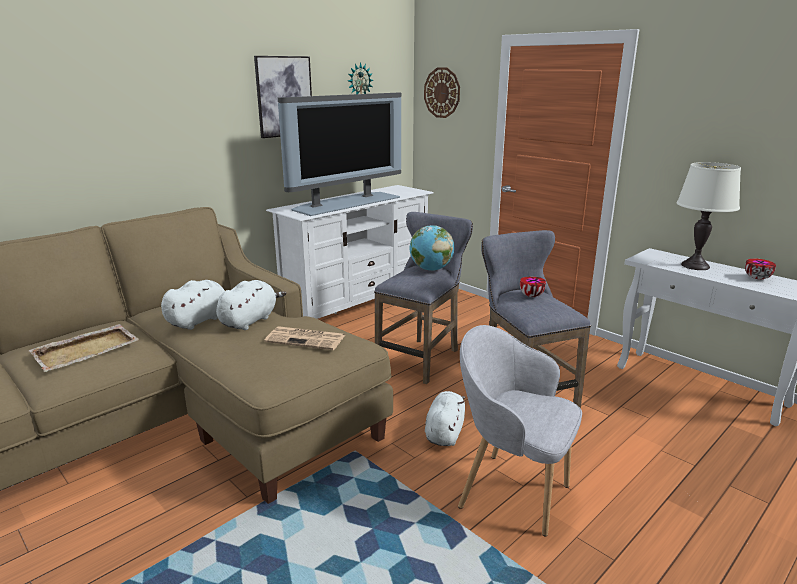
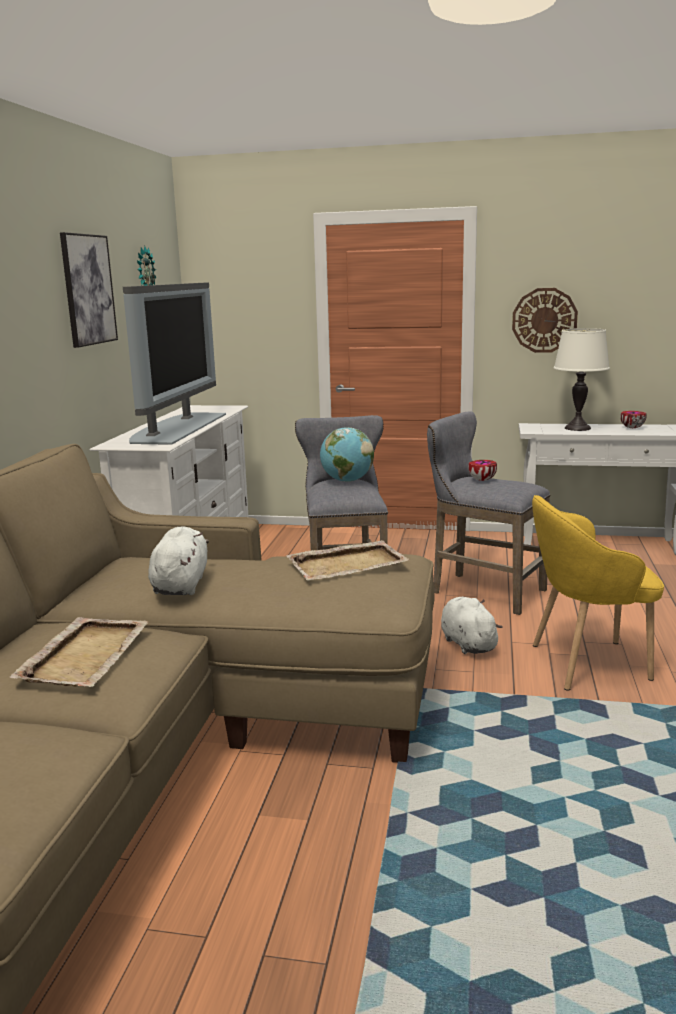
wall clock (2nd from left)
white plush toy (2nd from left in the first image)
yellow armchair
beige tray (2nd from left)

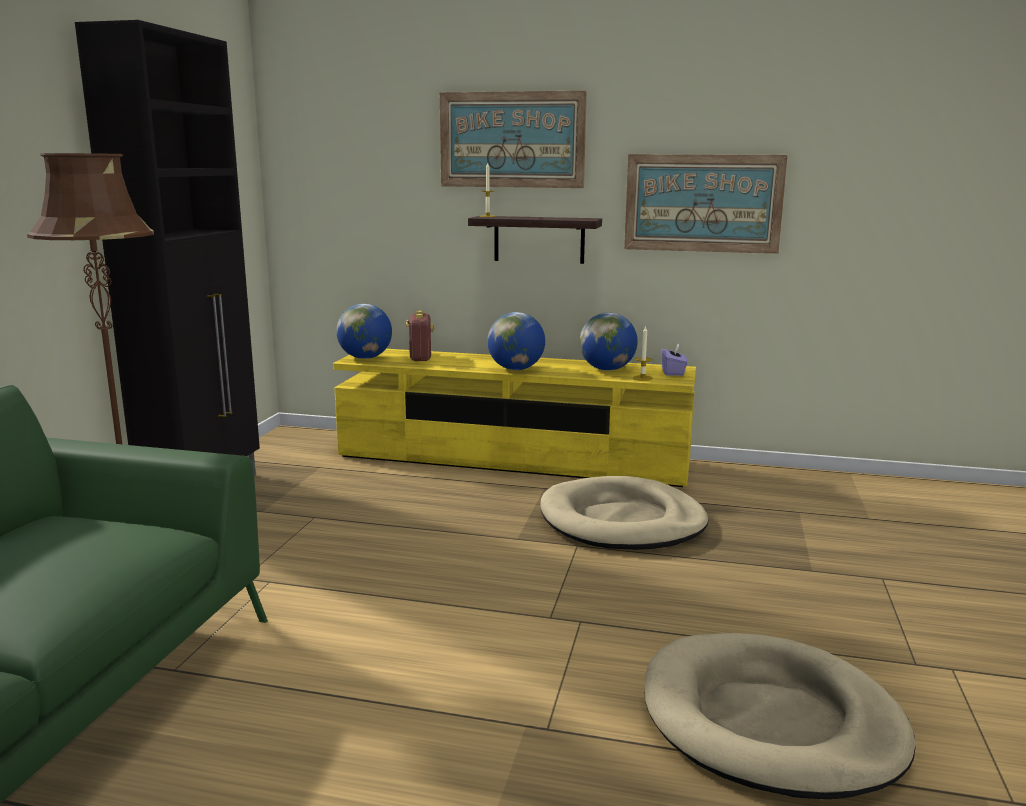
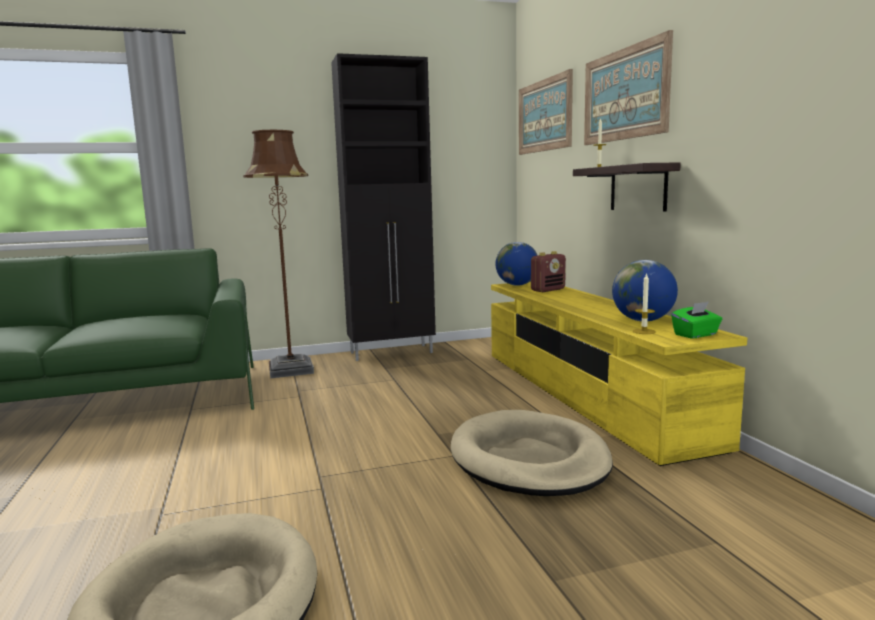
picture (1st from left)
globe (2nd from left in the first image)
green tissue box

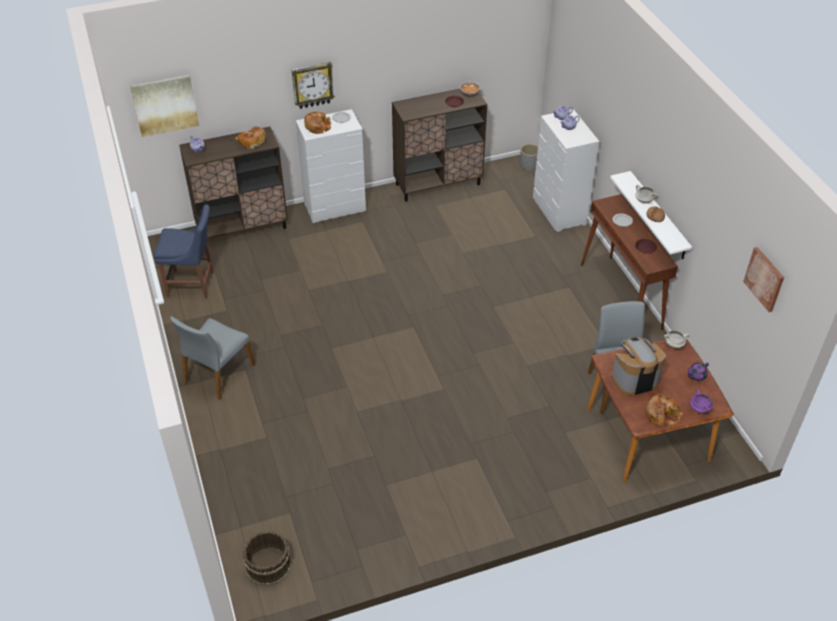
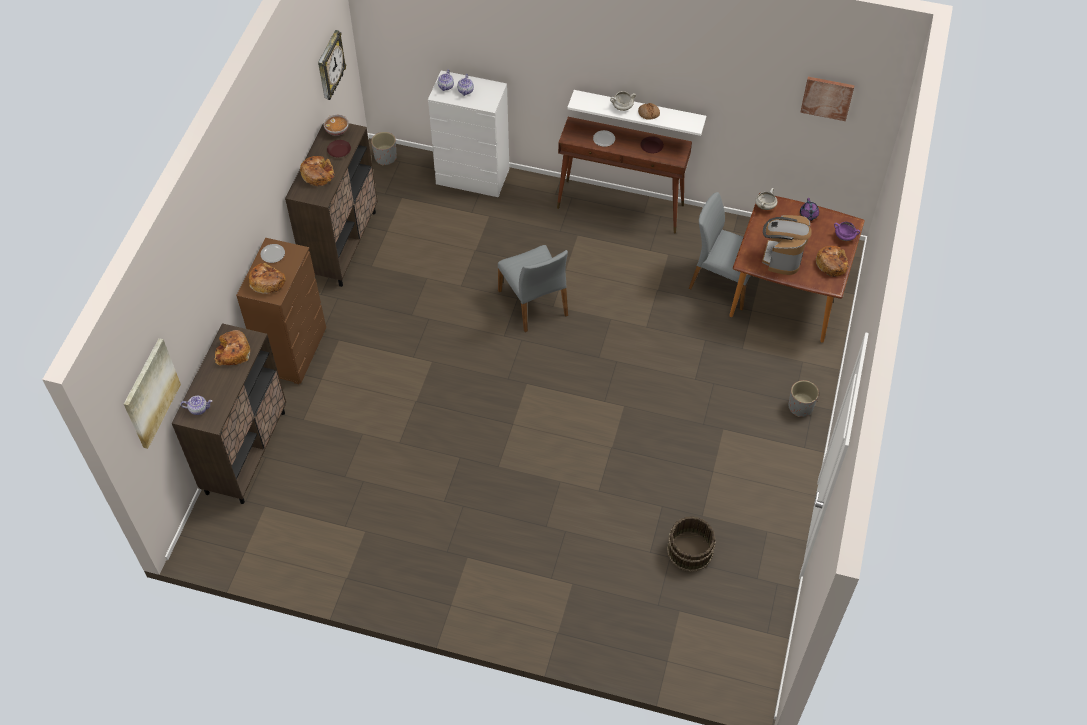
wall clock
brown dresser
blue chair
grey chair (1st from left)
brown bucket
bread (3rd from left)
grey planter (2nd from left)

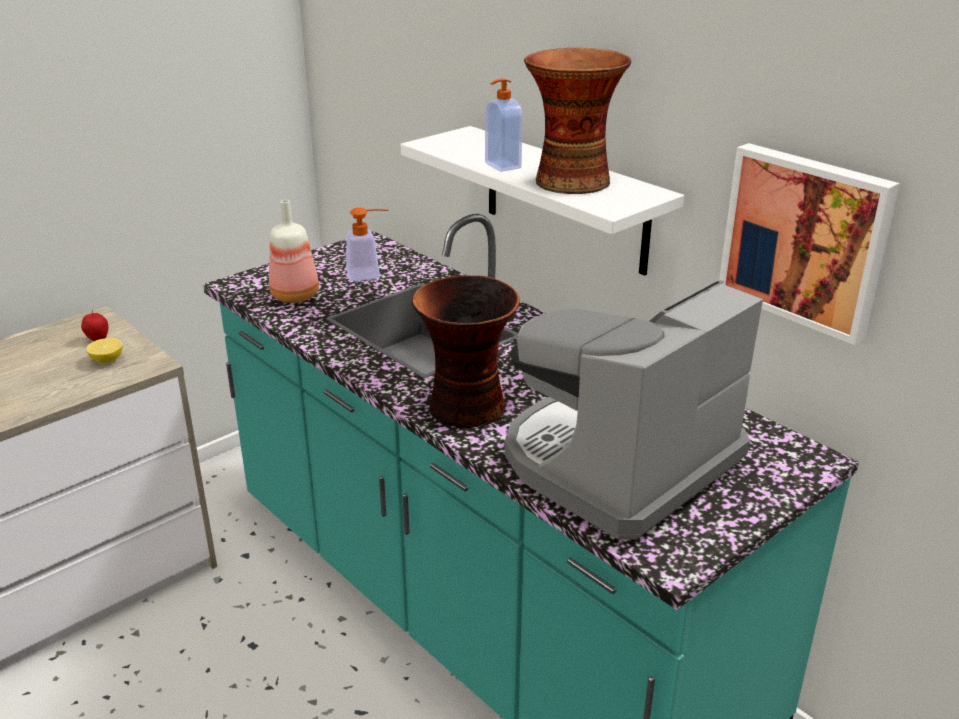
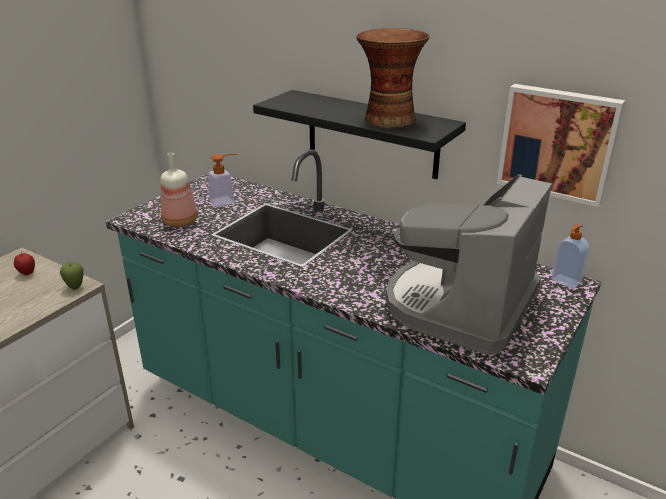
soap dispenser (2nd from left)
black shelf
vase (1st from left in the first image)
lemon
apple (2nd from left)

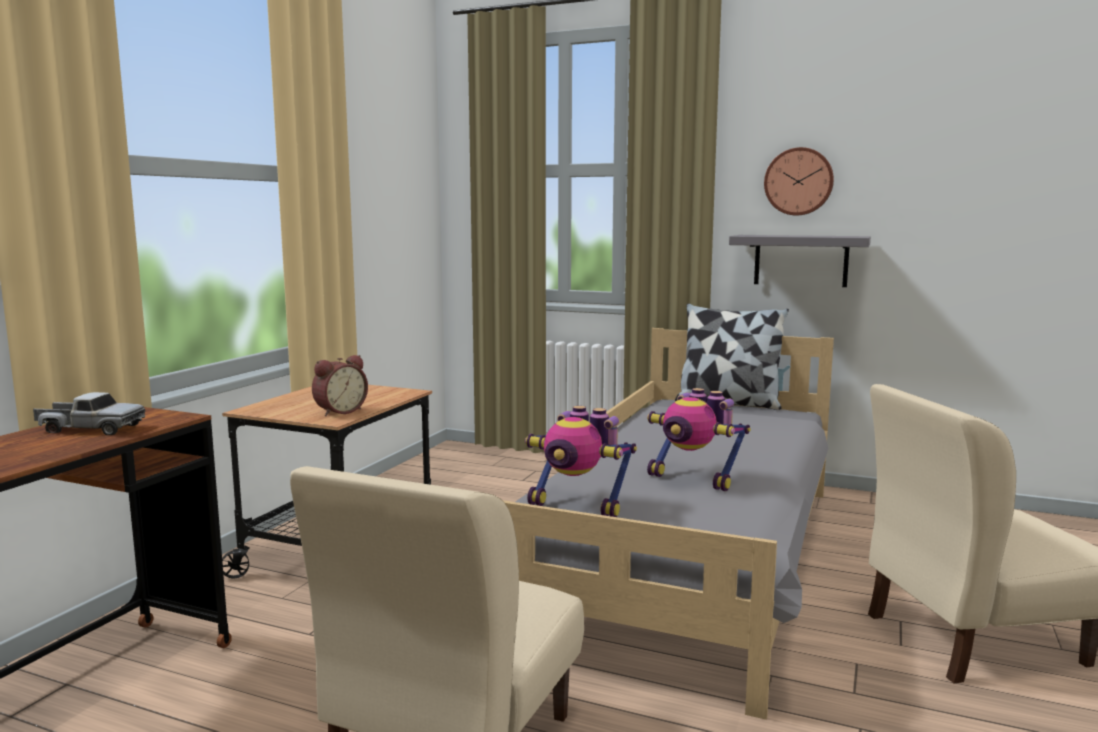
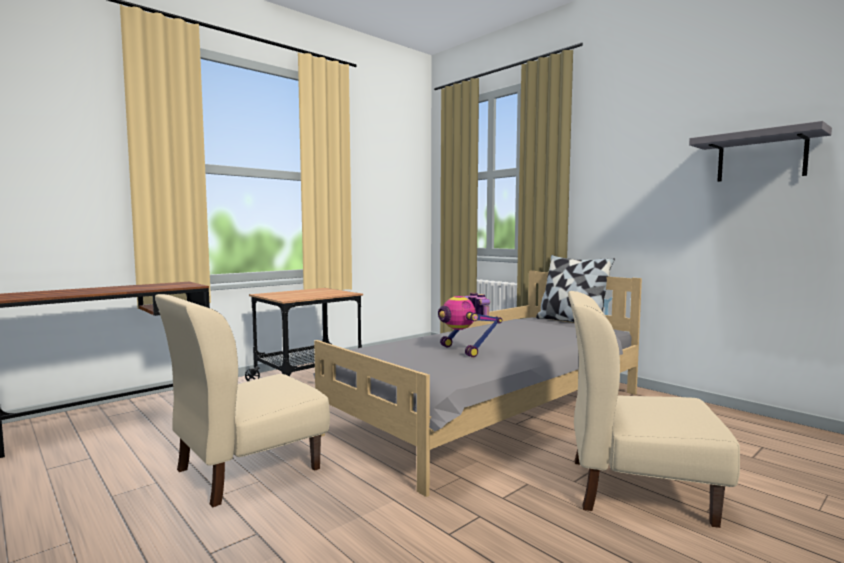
wall clock
grey shelf
alarm clock
toy truck
toy robot (1st from left in the first image)

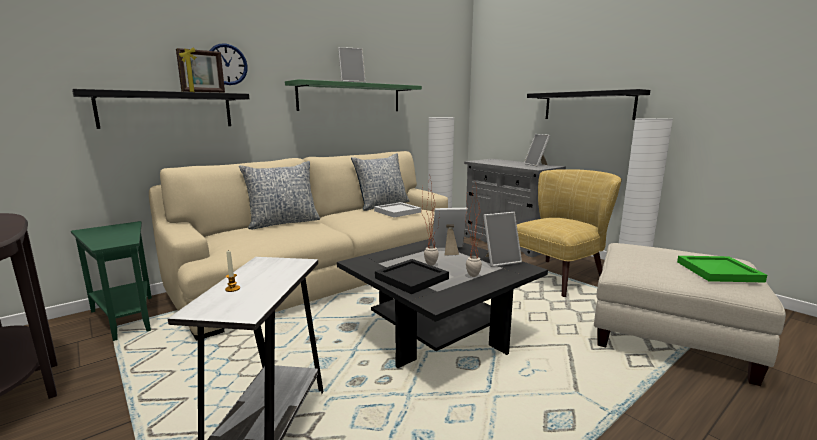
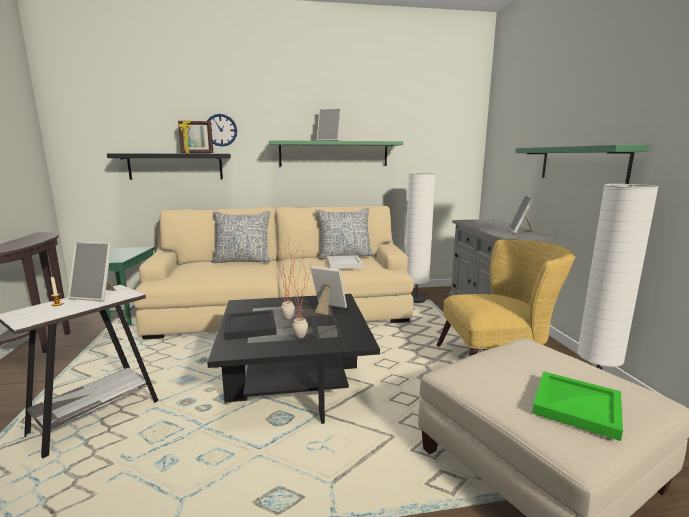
green shelf (2nd from left)
picture frame (1st from left)

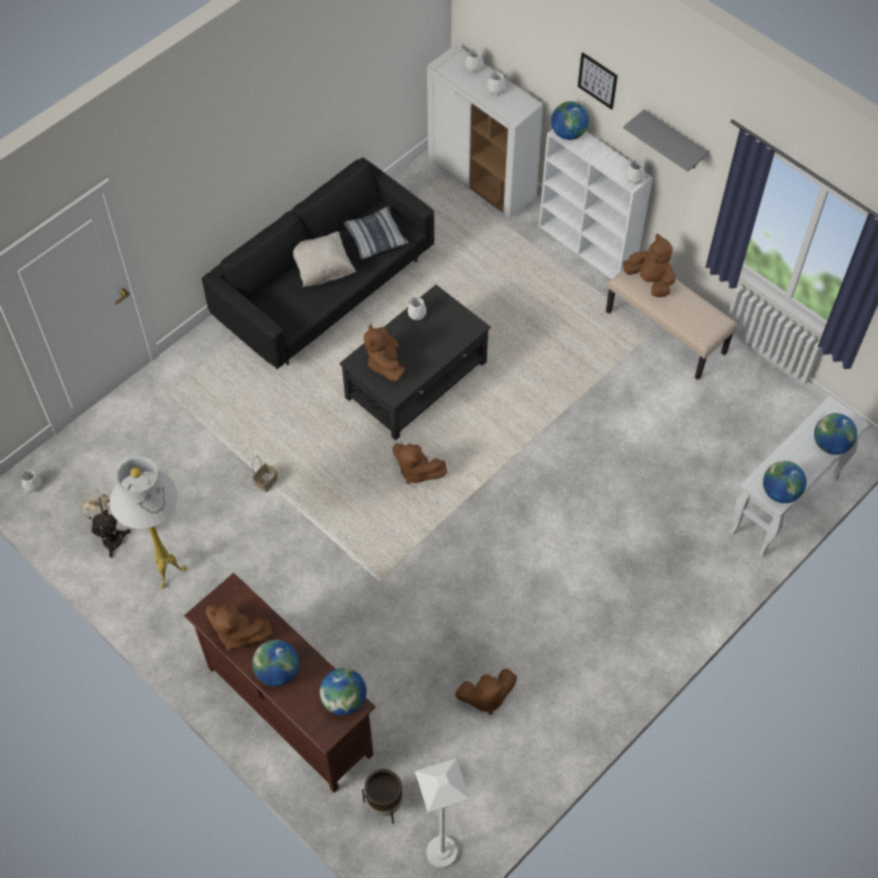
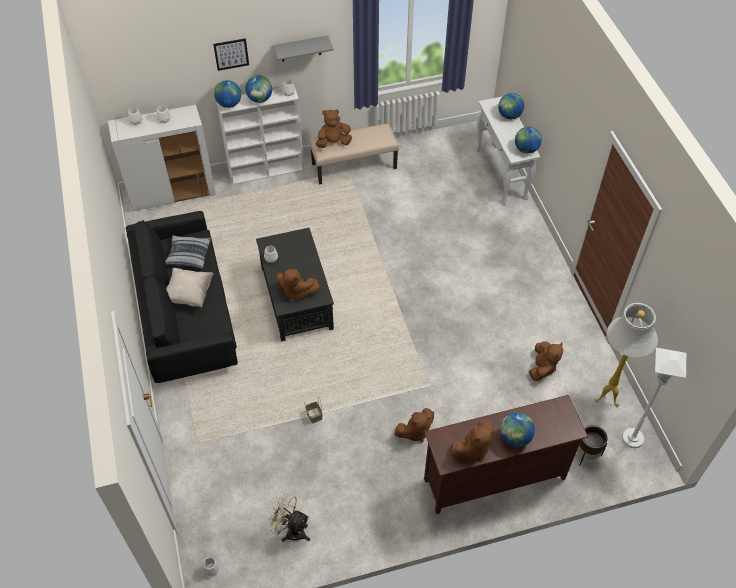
brown plush toy (3rd from left)
white floor lamp (1st from left)
globe (2nd from left)

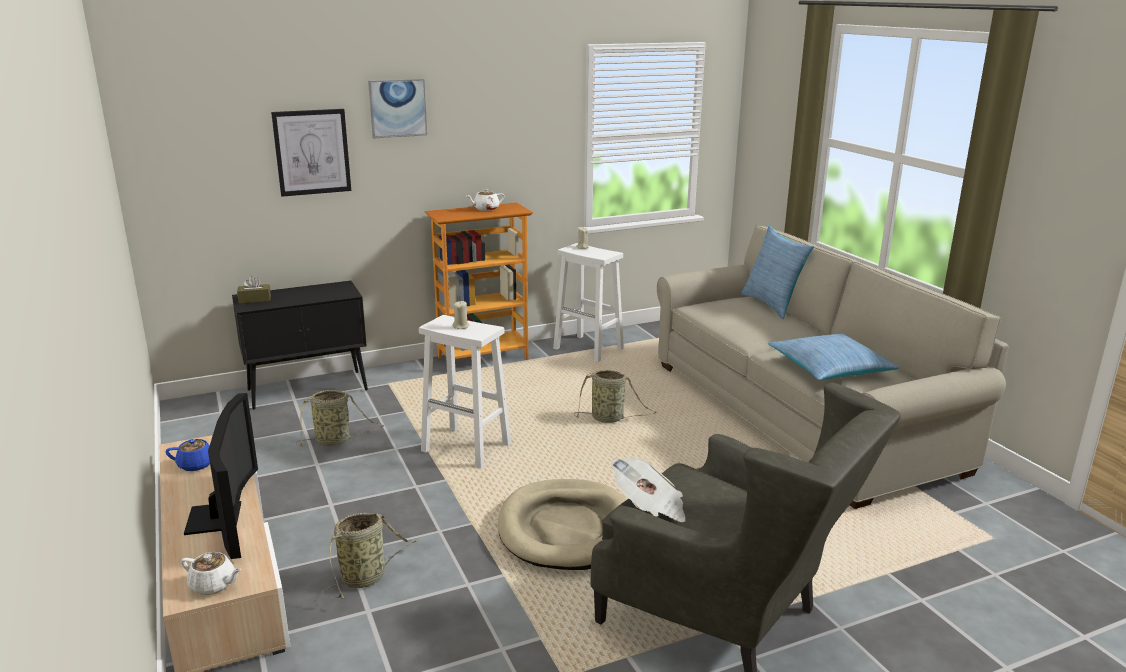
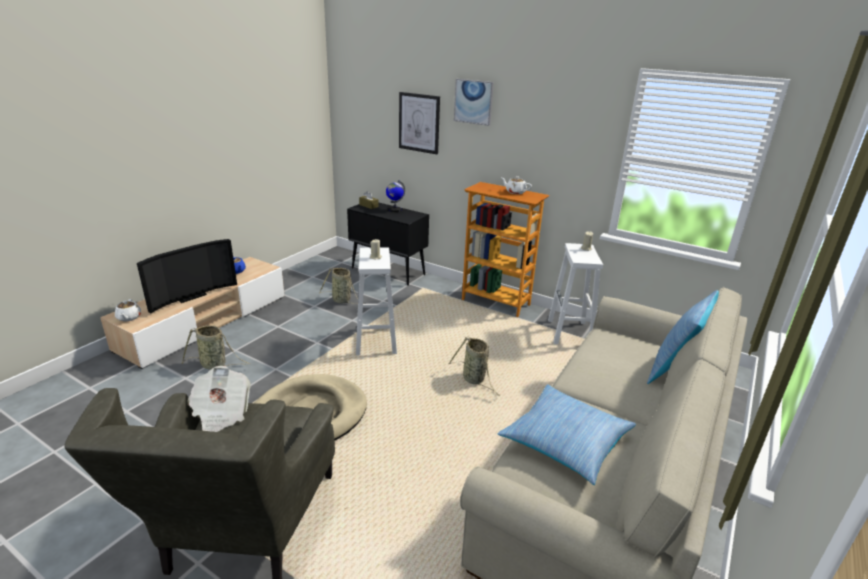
globe

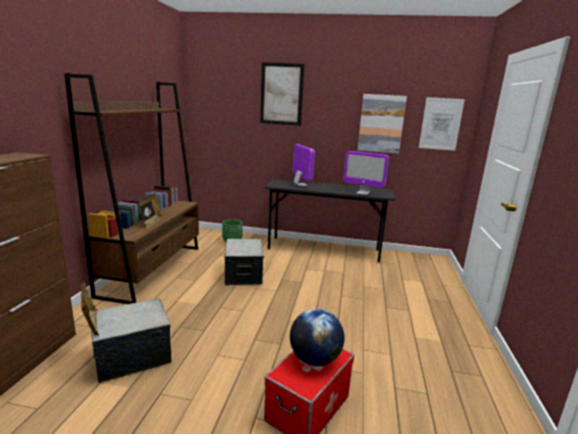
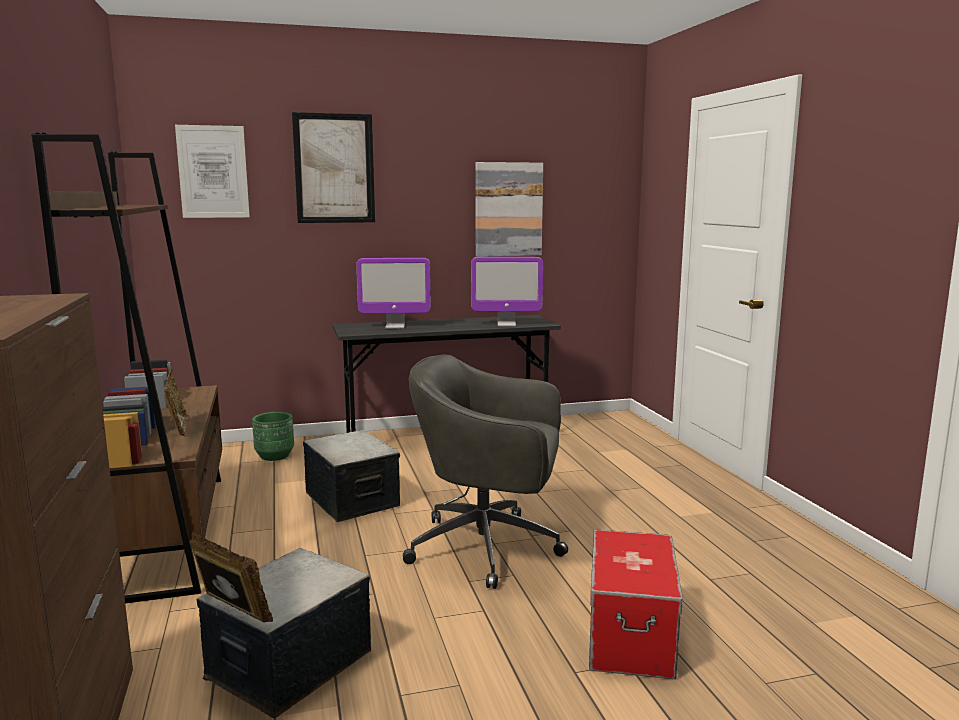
picture (1st from left)
monitor (1st from left)
globe
grey office chair

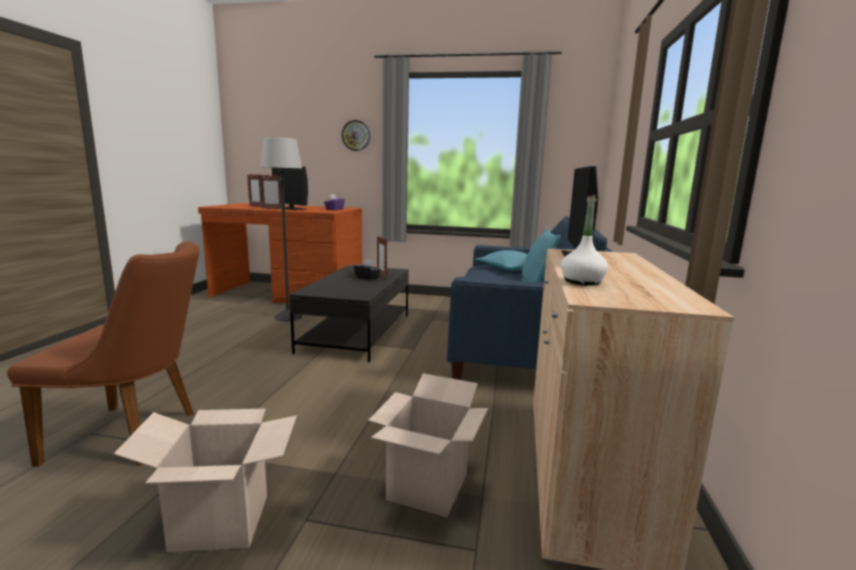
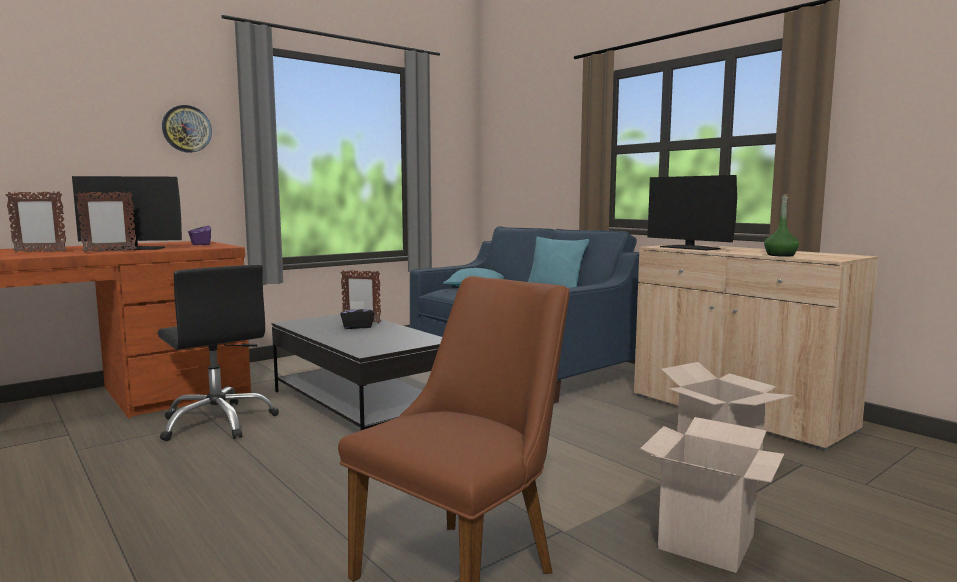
black office chair
green bottle

